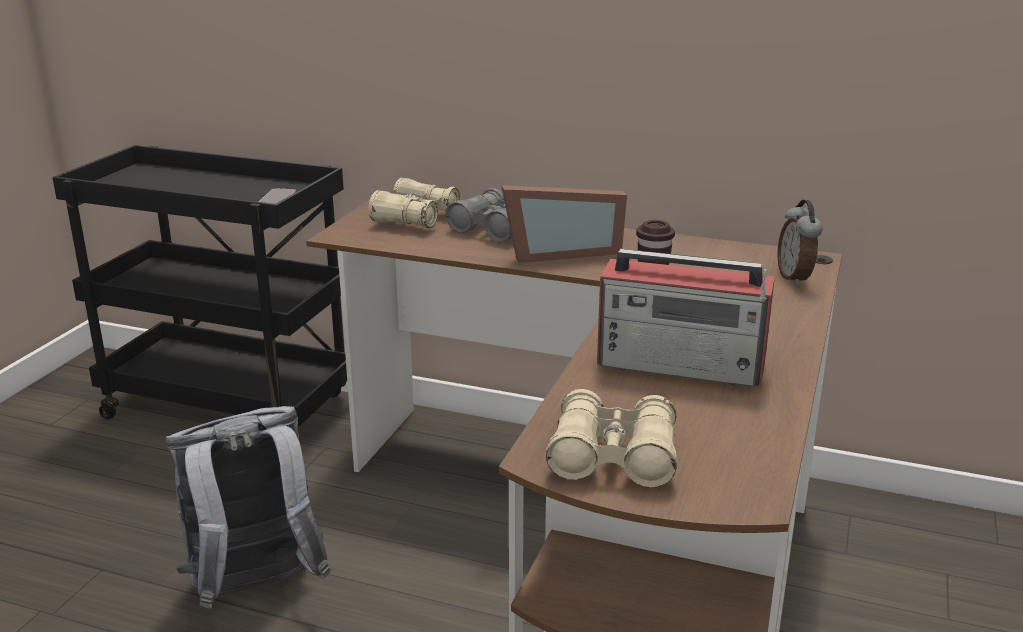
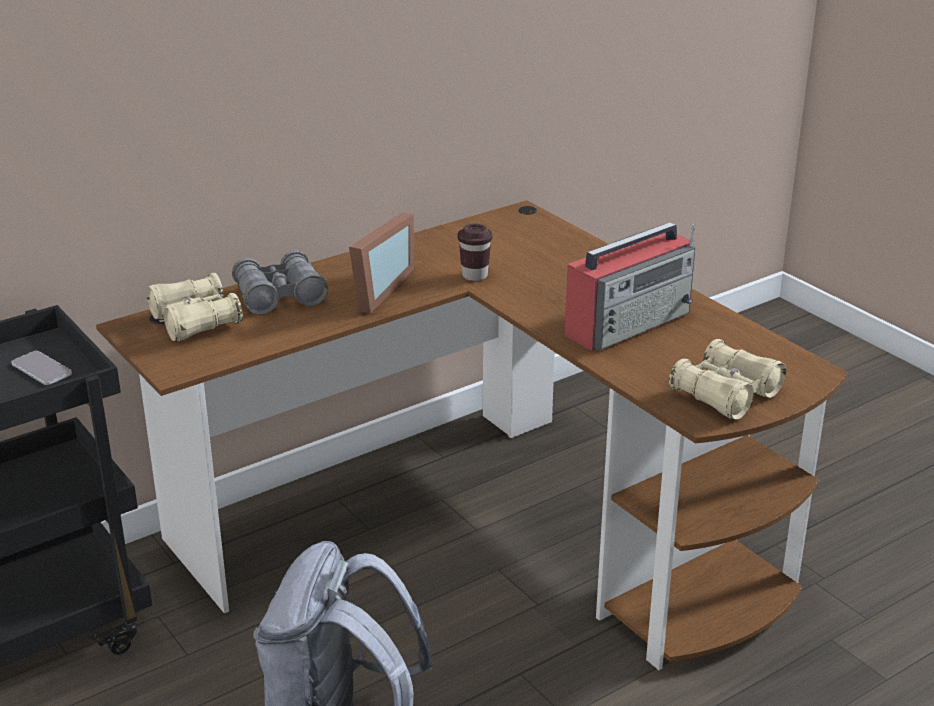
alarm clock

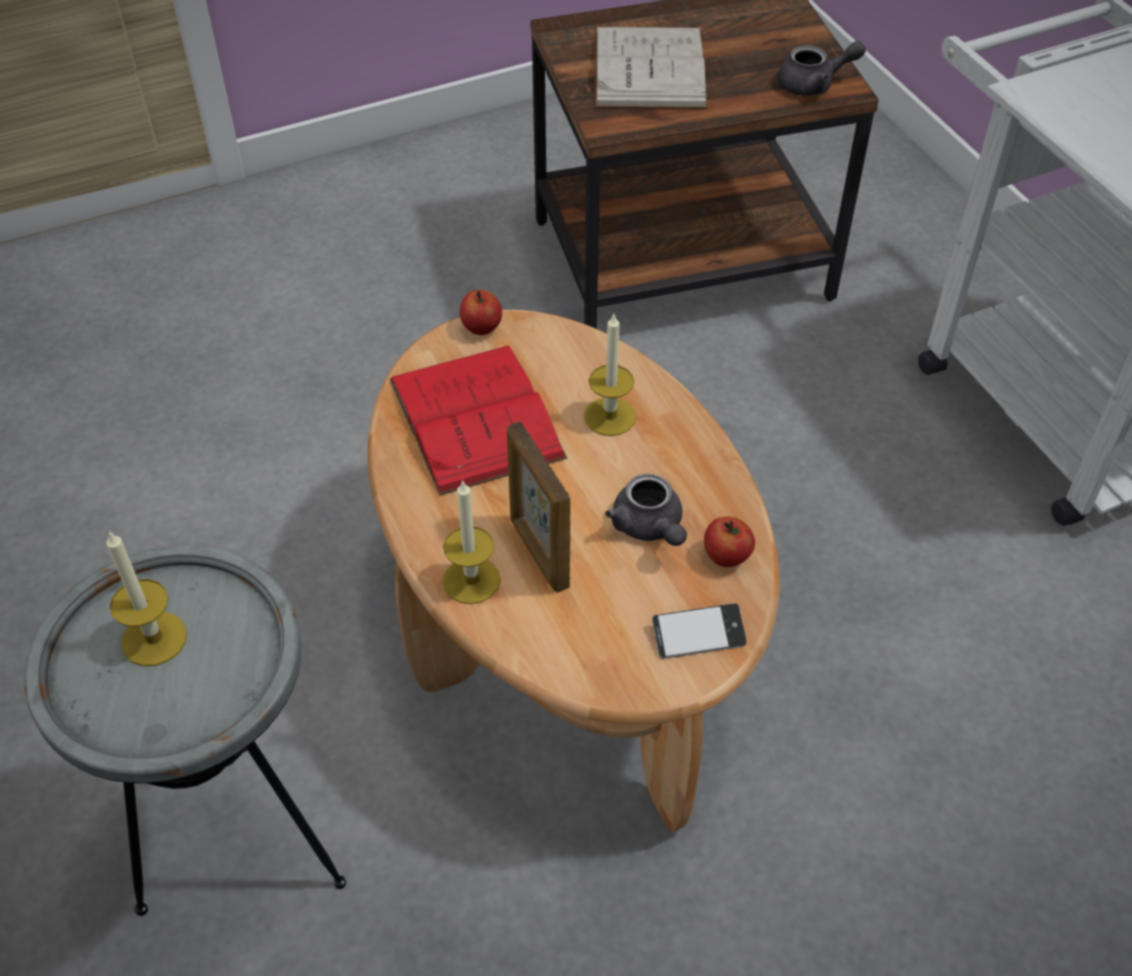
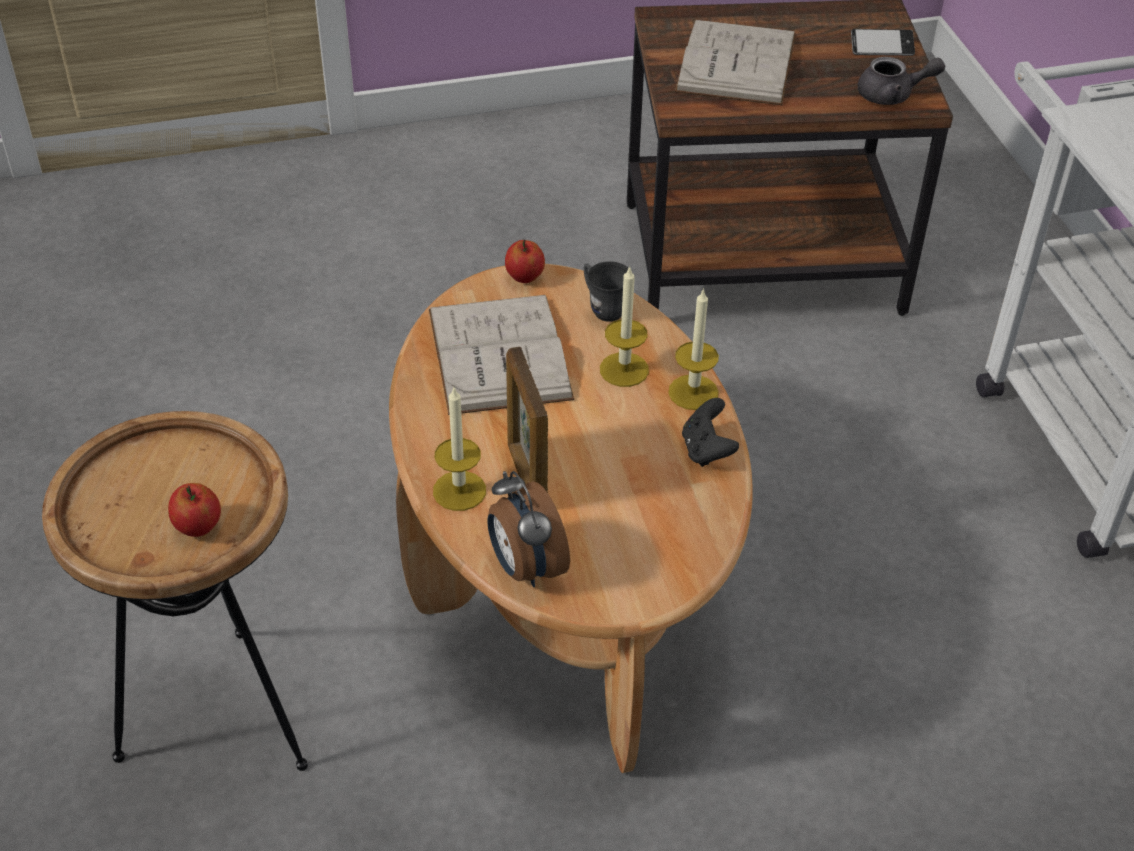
white book (1st from left)
grey teapot (1st from left in the first image)
apple (1st from left)
candle (3rd from left)
brown side table (1st from left)
phone
grey mug
black game controller
alarm clock

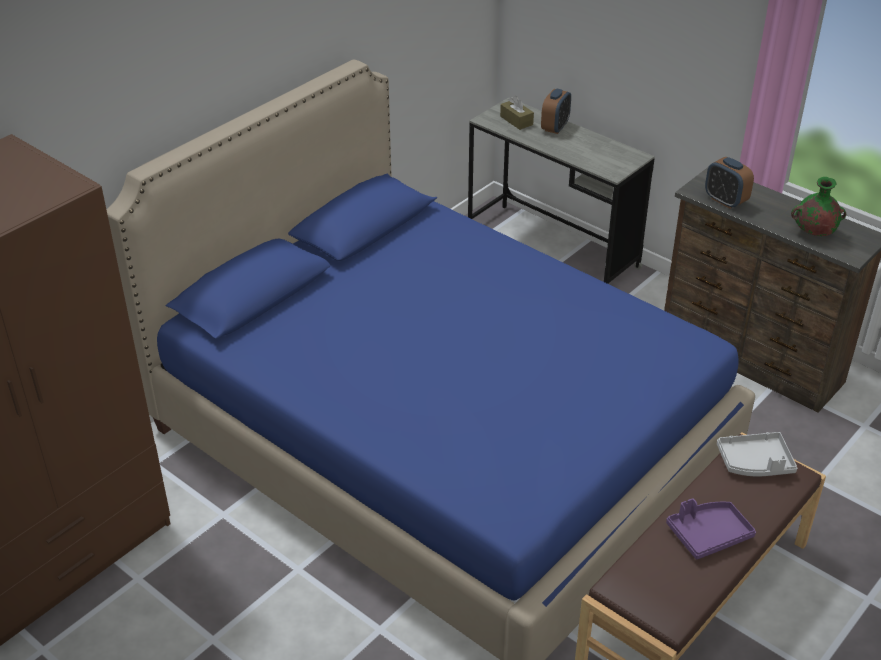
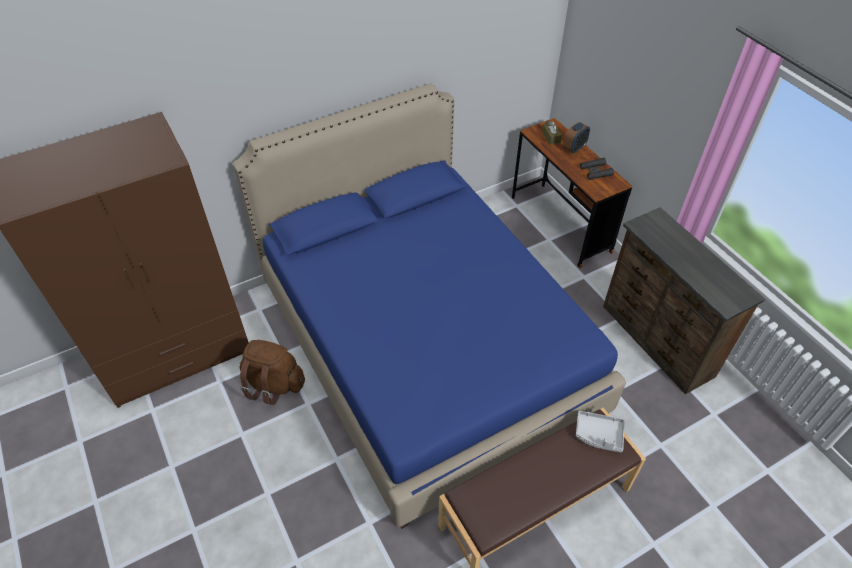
brown desk
alarm clock (2nd from left in the first image)
green vase
purple tray
black binoculars
brown backpack

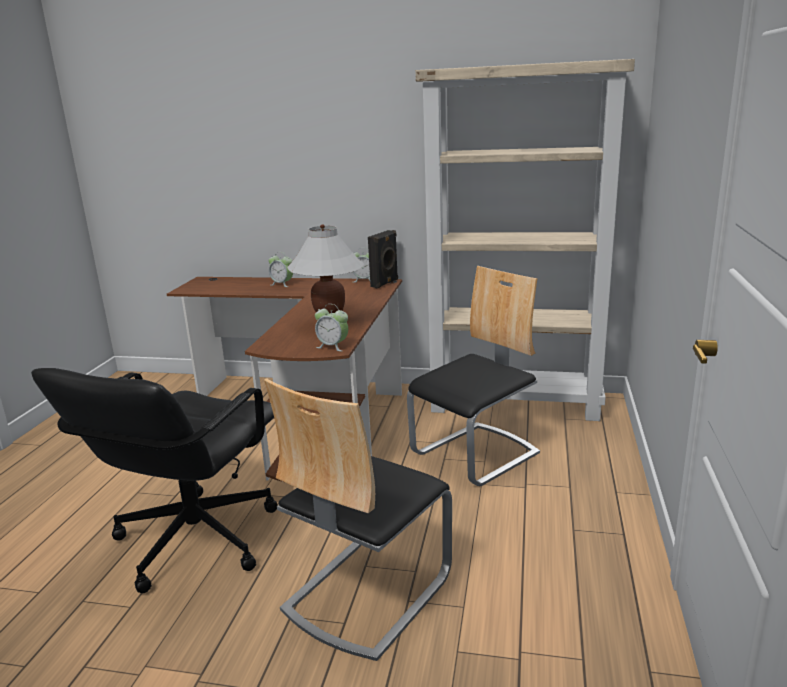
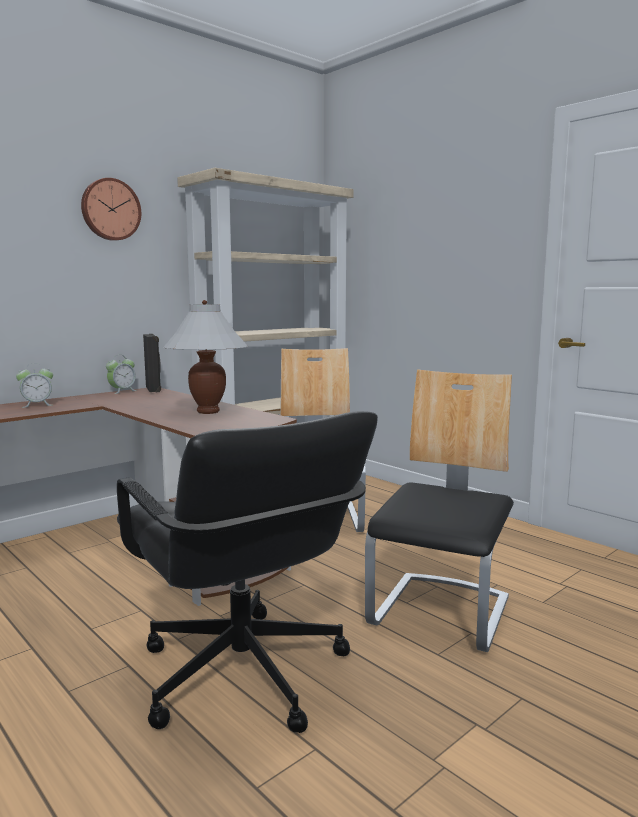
alarm clock (2nd from left in the first image)
chair (2nd from left)
wall clock

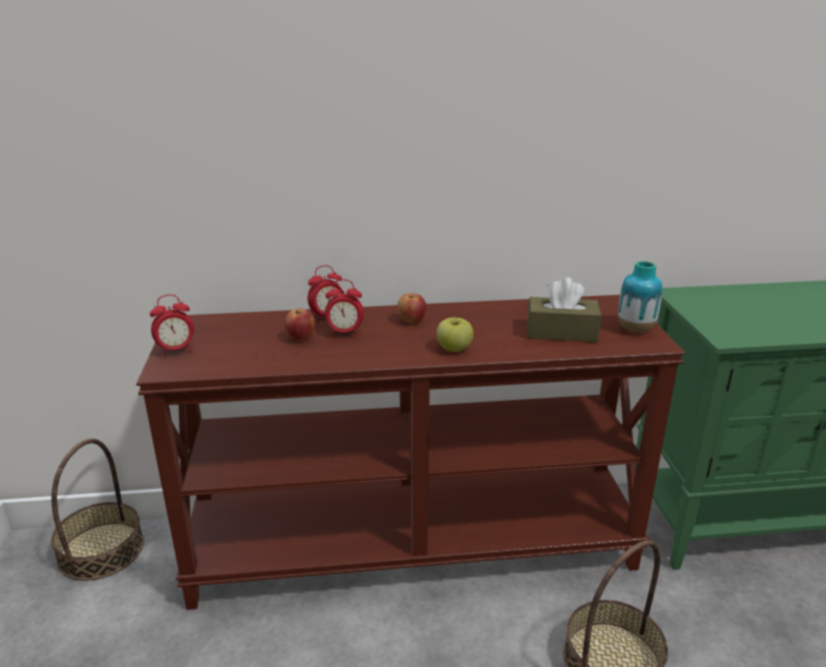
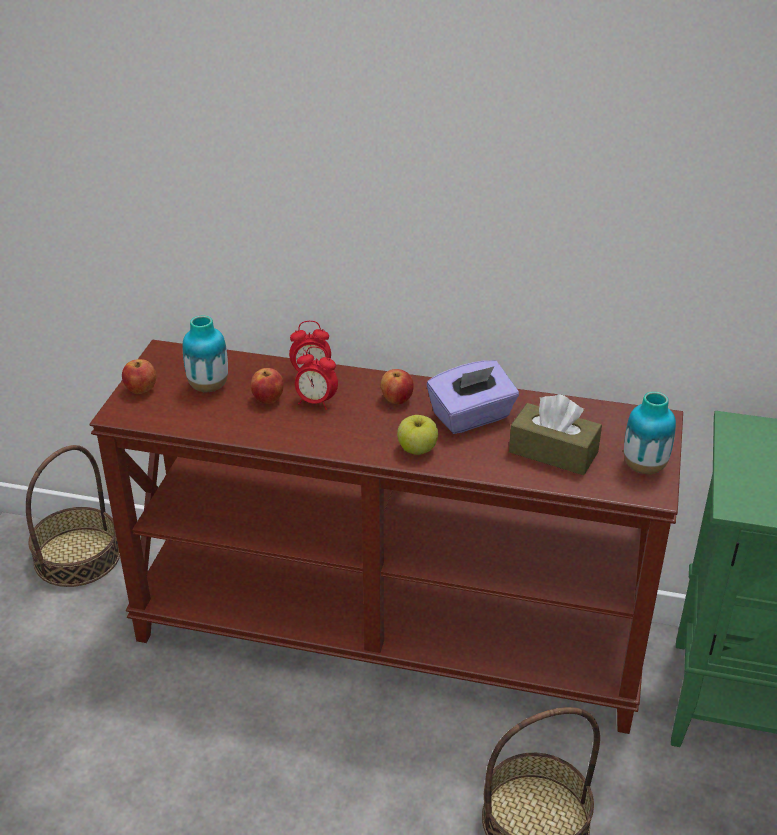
apple (1st from left)
vase (1st from left)
purple tissue box

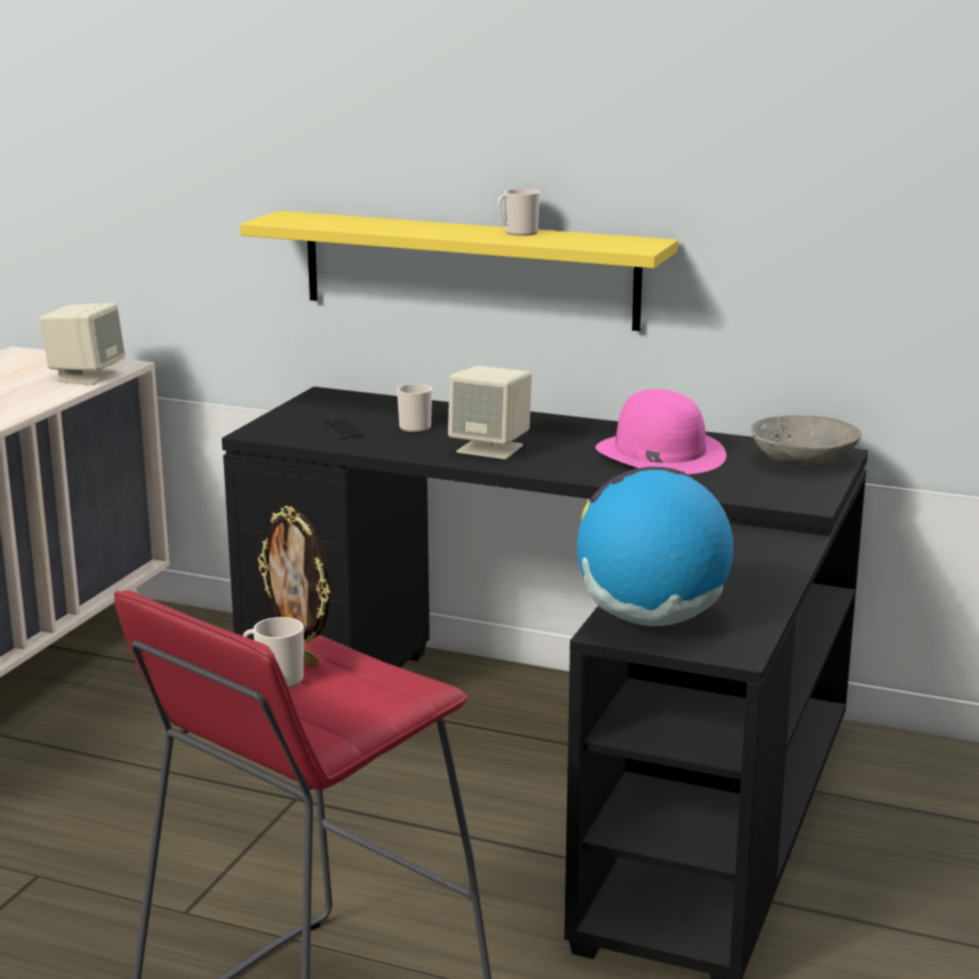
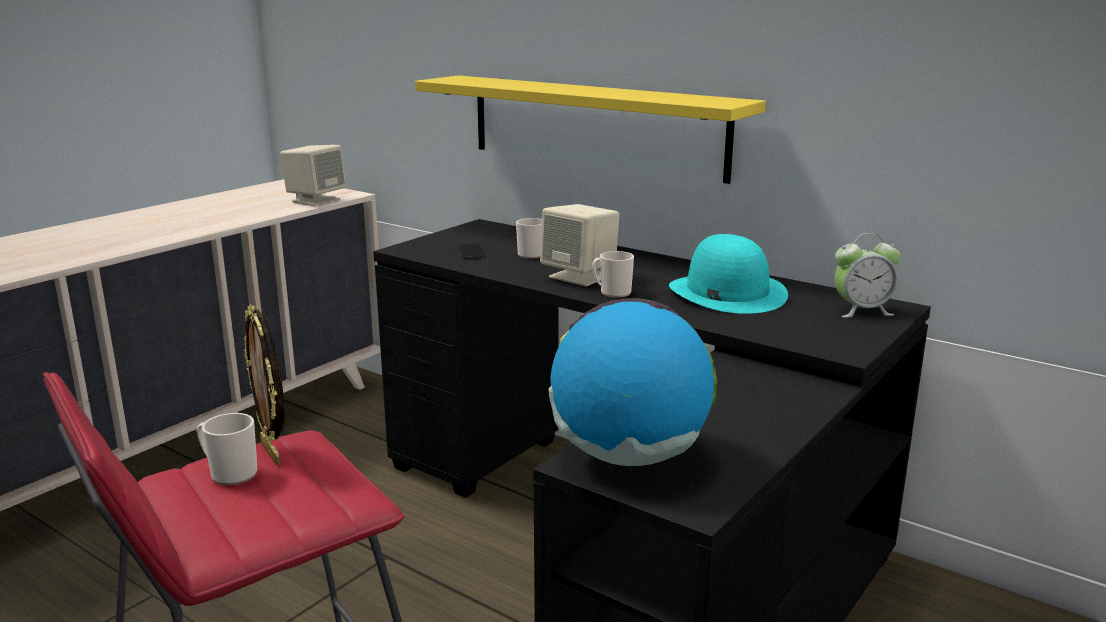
mug (3rd from left)
turquoise hat
alarm clock

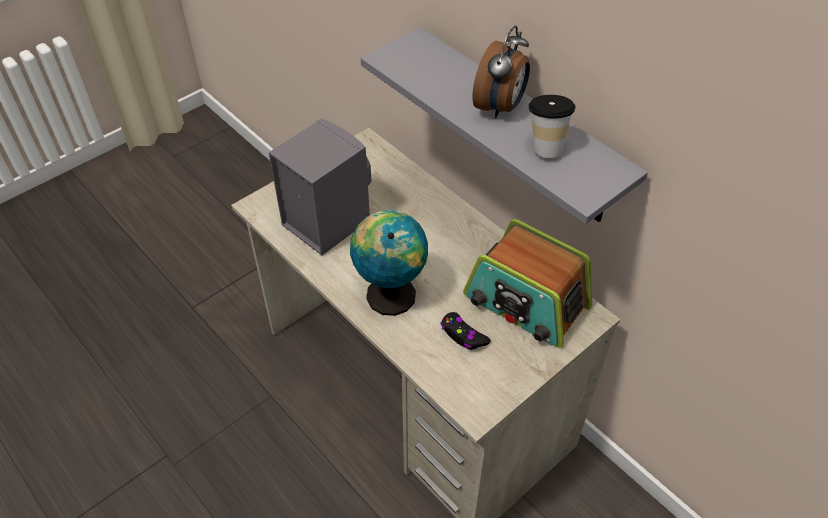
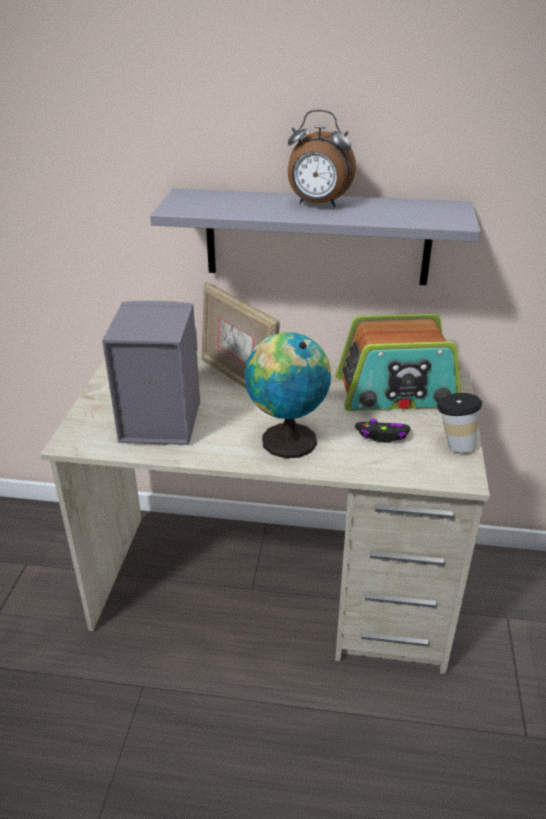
alarm clock
cup
picture frame

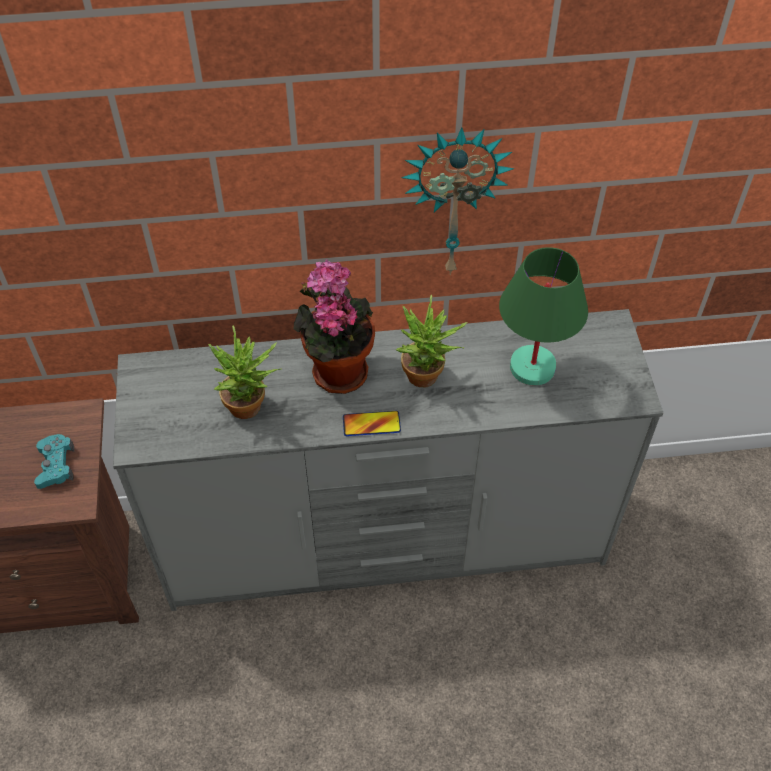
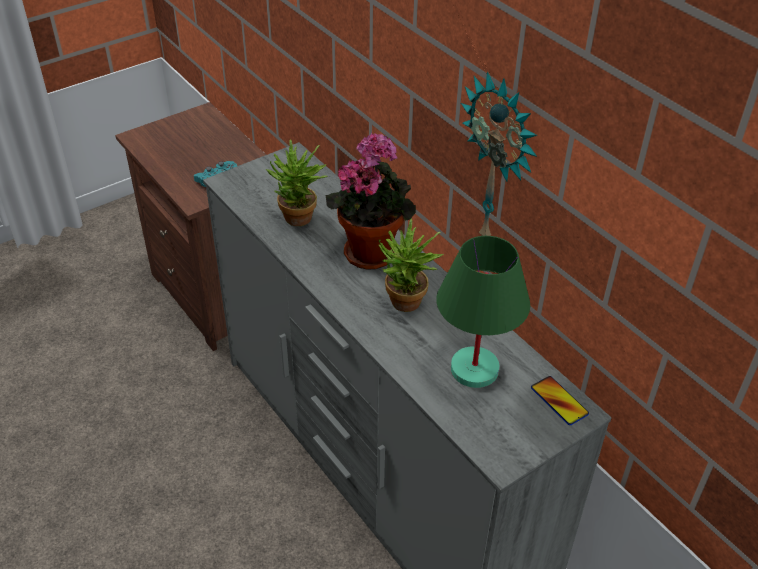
phone

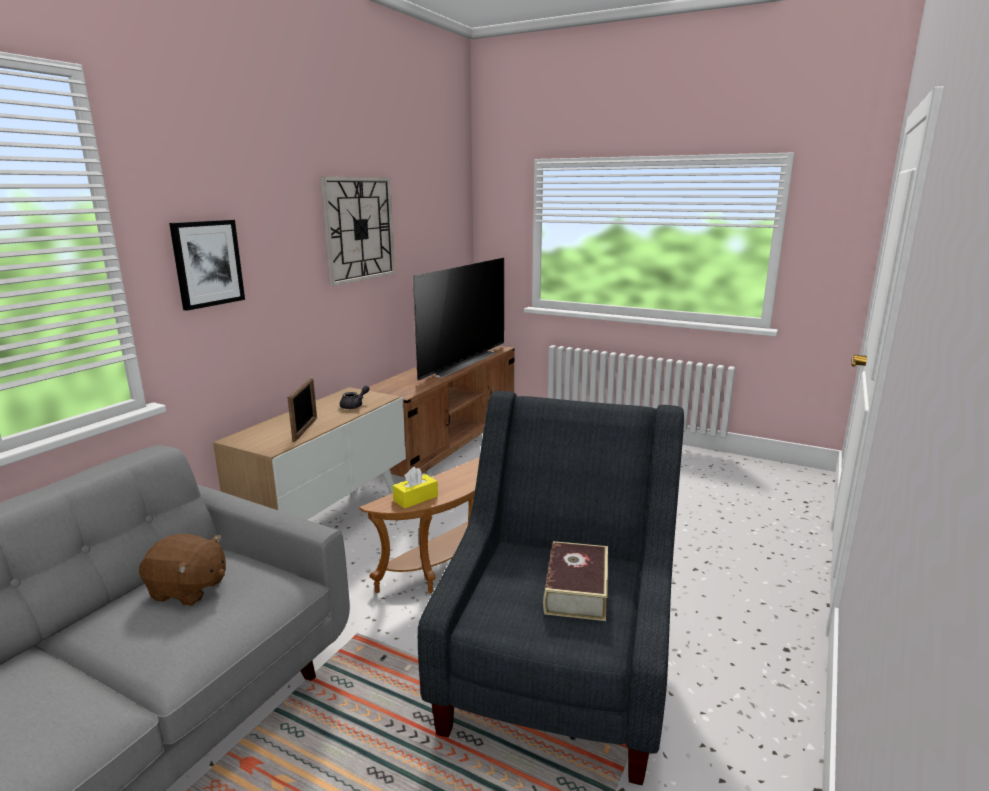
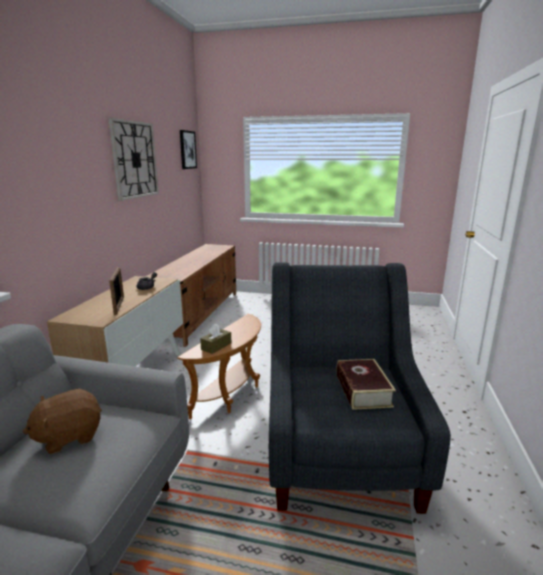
picture
television
brown tissue box
brown plush toy

